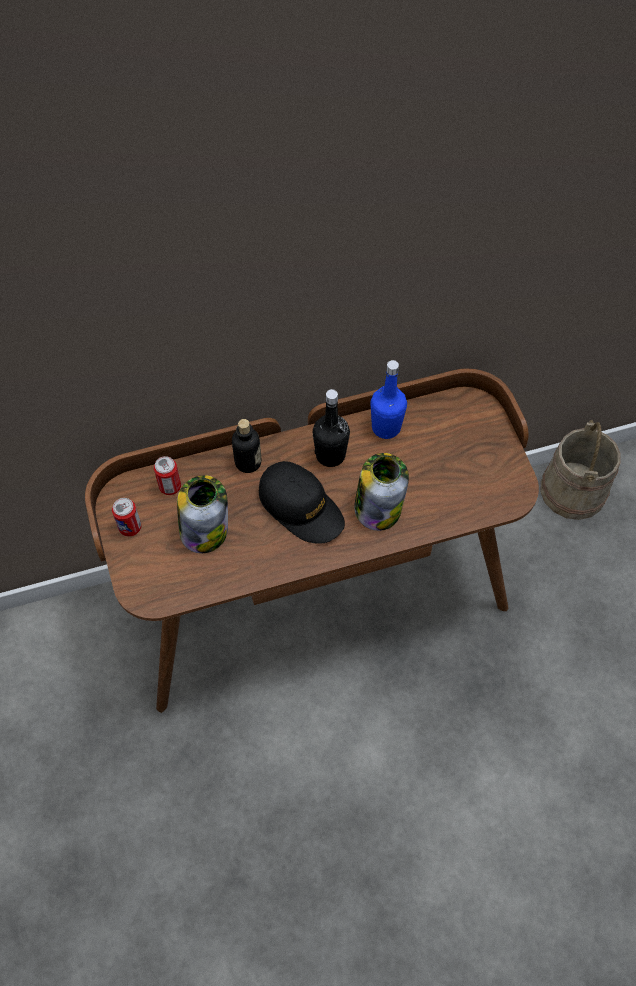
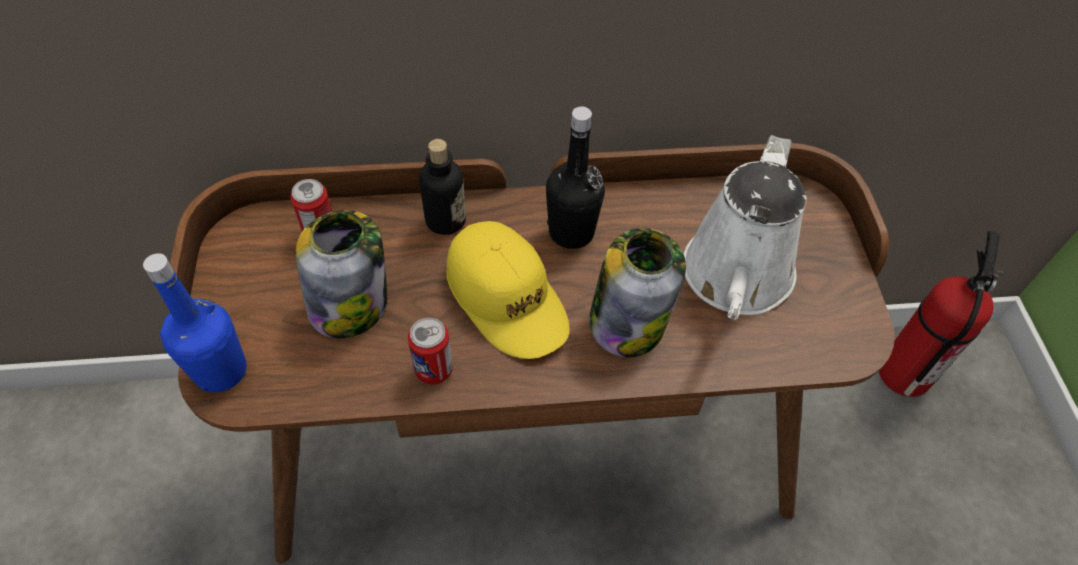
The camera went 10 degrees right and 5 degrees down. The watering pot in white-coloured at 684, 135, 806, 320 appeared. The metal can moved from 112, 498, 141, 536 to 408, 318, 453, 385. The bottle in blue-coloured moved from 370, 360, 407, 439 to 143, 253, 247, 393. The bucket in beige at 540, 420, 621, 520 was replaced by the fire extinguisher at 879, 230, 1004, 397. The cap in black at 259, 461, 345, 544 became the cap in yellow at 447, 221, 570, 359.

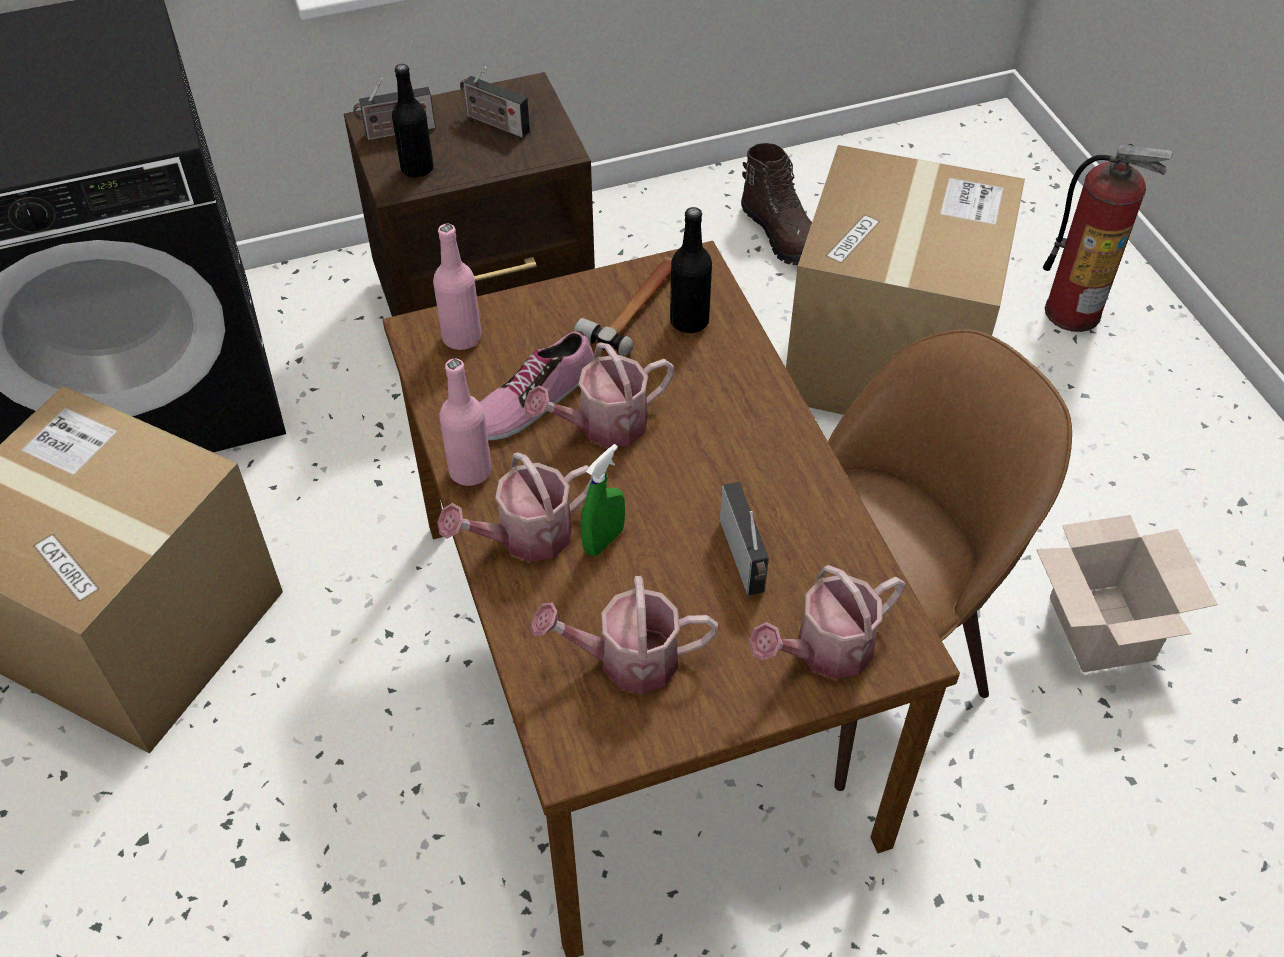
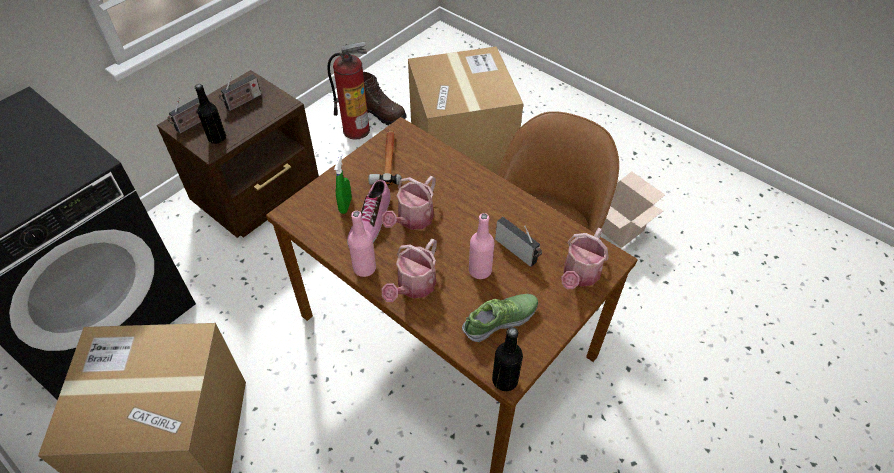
The camera went 30 degrees left and 0 degrees up. The bottle in pink-coloured moved from 433, 223, 482, 350 to 469, 213, 494, 279. The spray bottle in green moved from 581, 444, 625, 556 to 334, 154, 352, 214. The bottle in black moved from 670, 207, 712, 333 to 492, 327, 523, 391. The fire extinguisher moved from 1043, 144, 1173, 332 to 328, 42, 370, 140. The watering pot at 530, 576, 718, 694 was replaced by the shoe at 462, 294, 538, 342. The radio receiver at 460, 67, 530, 138 turned 45 degrees counterclockwise.

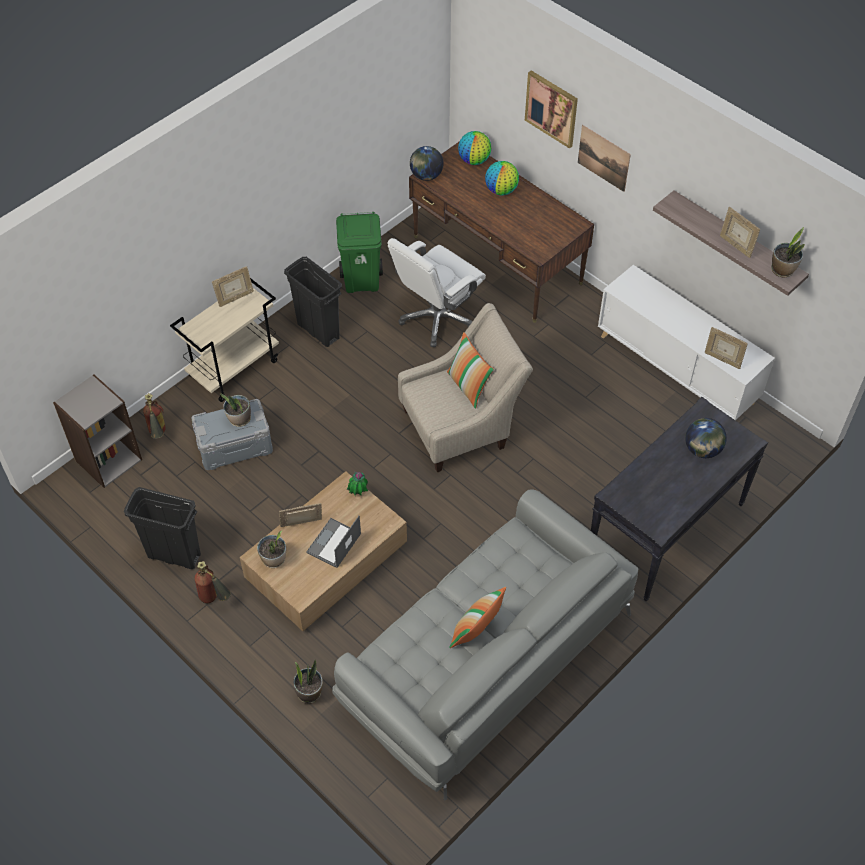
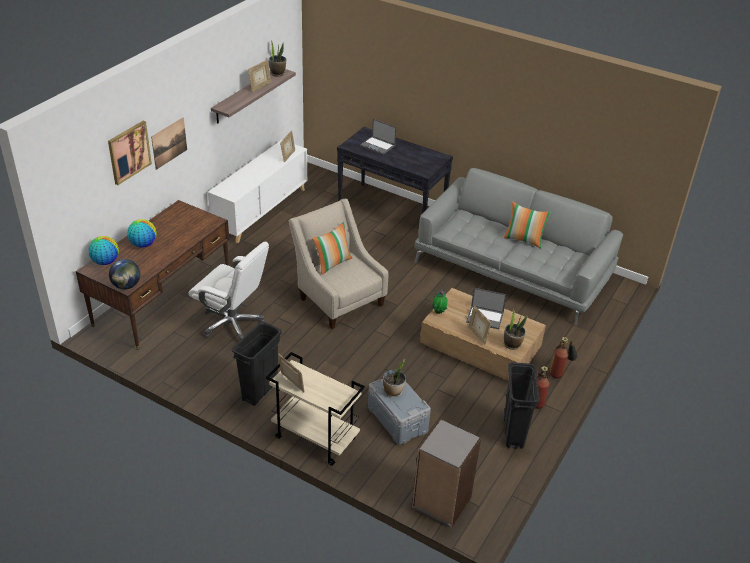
The camera went 105 degrees left and 15 degrees down. The potted plant at 294, 659, 323, 704 disappeared. The waste bin in green at 336, 212, 383, 293 disappeared. The fire extinguisher moved from 143, 393, 166, 439 to 550, 337, 578, 379. The globe at 685, 418, 727, 458 was replaced by the notebook computer at 360, 119, 397, 155.

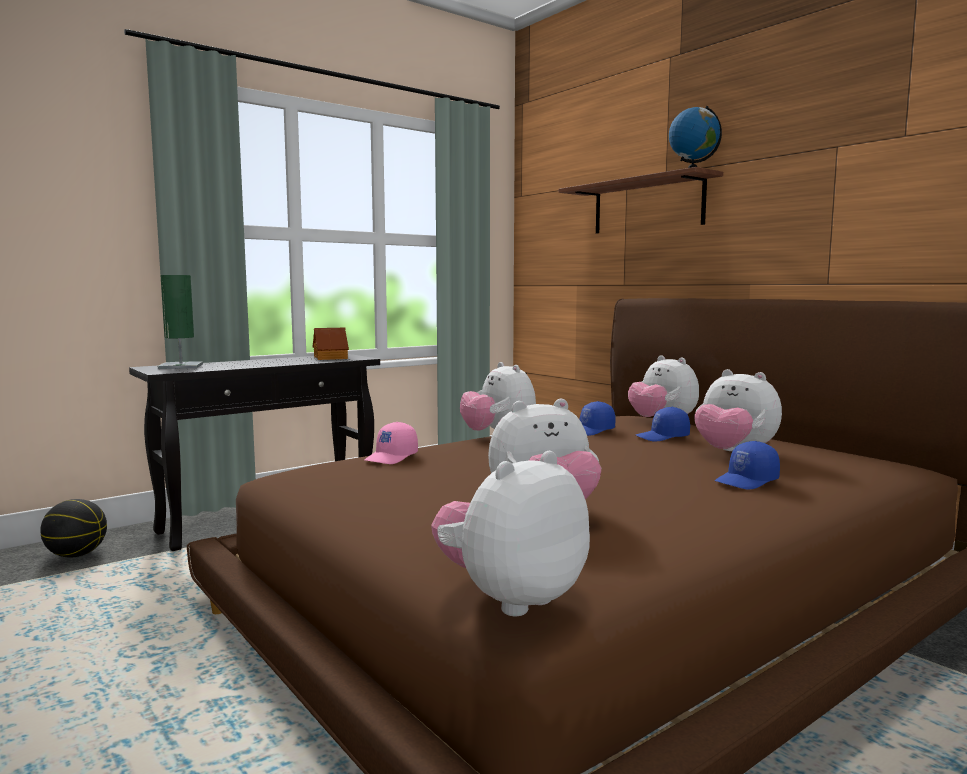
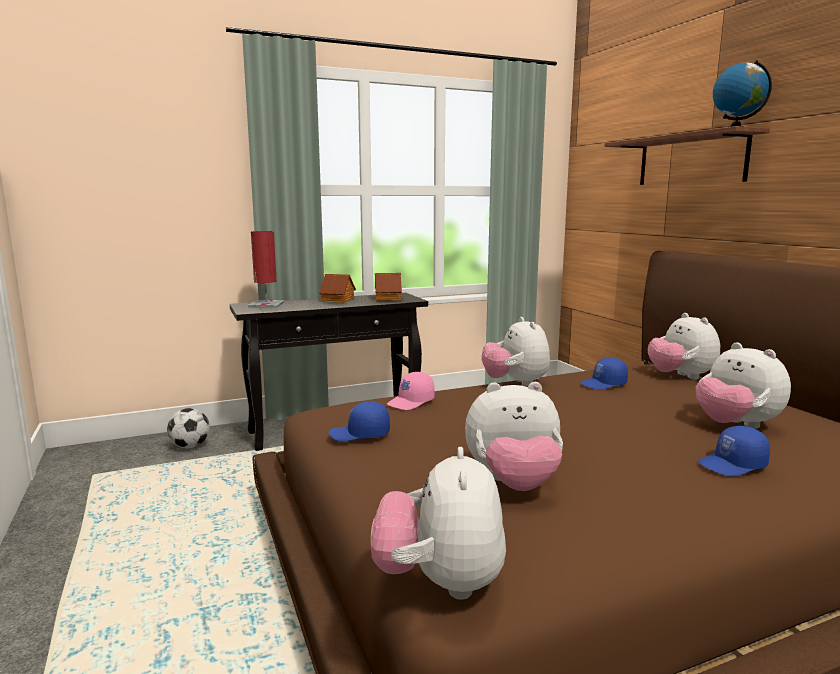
The camera went 15 degrees right and 5 degrees up. The miniature house at 319, 274, 356, 303 appeared. The cap in blue-coloured moved from 636, 407, 690, 441 to 329, 401, 390, 441. The basketball ball at 40, 499, 107, 558 was replaced by the ball for football at 167, 408, 210, 448. The table lamp in green at 158, 275, 203, 369 became the table lamp in red-coloured at 248, 231, 285, 308. The cuddly toy at 431, 451, 590, 616 turned 60 degrees counterclockwise.

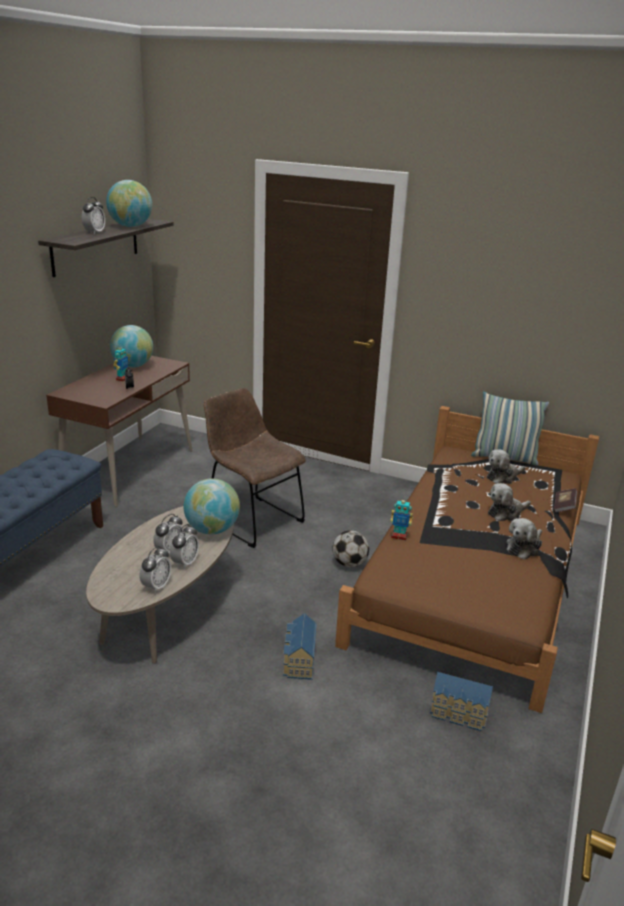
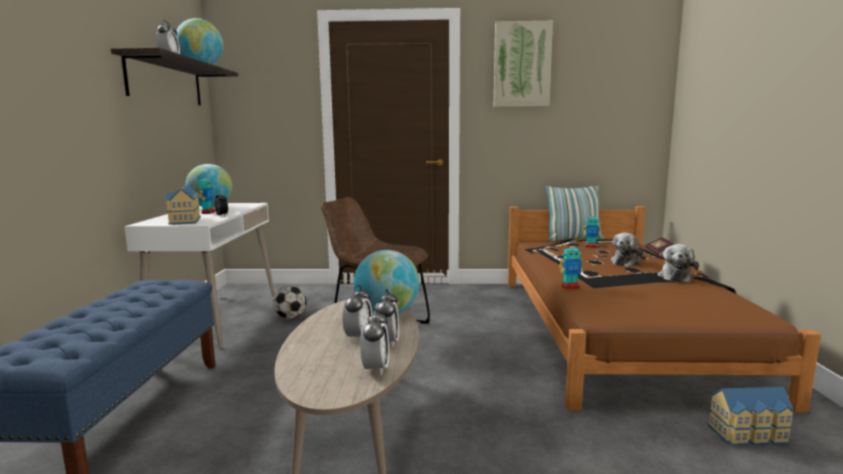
The camera went 20 degrees left and 15 degrees down. The picture at 494, 21, 553, 107 appeared. The miniature house moved from 283, 613, 317, 680 to 165, 184, 201, 225. The ball for football moved from 332, 530, 369, 567 to 273, 286, 307, 319. The cuddly toy at 487, 449, 525, 484 was replaced by the robot figure at 583, 212, 601, 248. The desk unit in brown-coloured at 46, 356, 192, 508 became the desk unit in white-coloured at 124, 203, 275, 348.

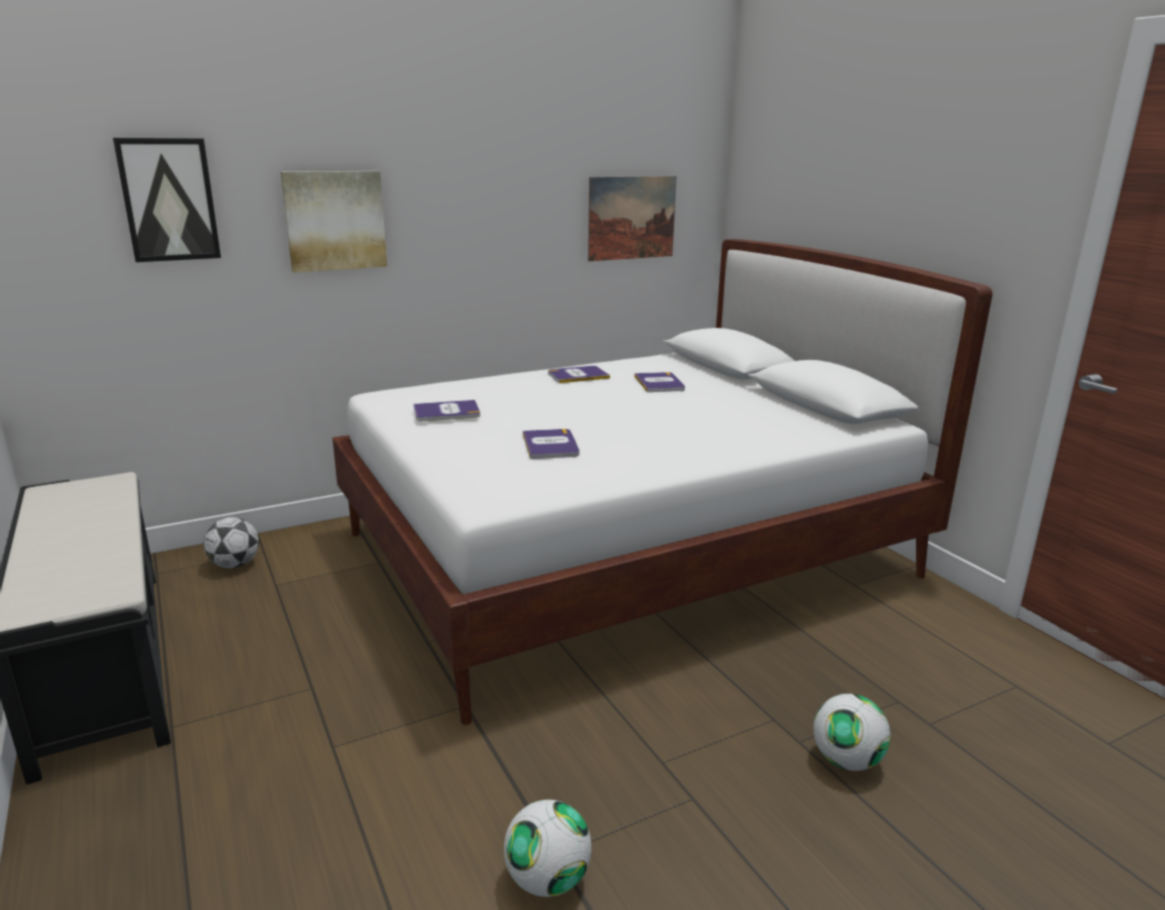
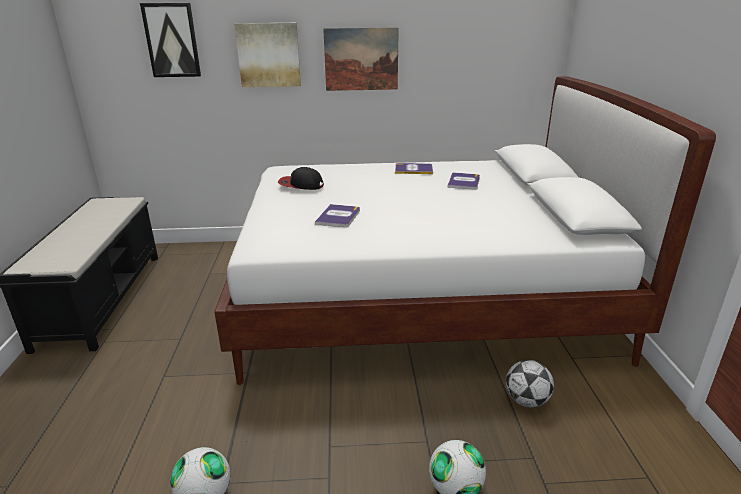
The camera went 25 degrees right and 5 degrees up. The ball for football moved from 203, 517, 259, 568 to 506, 360, 554, 407. The picture moved from 588, 176, 677, 261 to 323, 27, 399, 91. The bound book at 414, 400, 480, 421 was replaced by the cap at 278, 167, 324, 190.

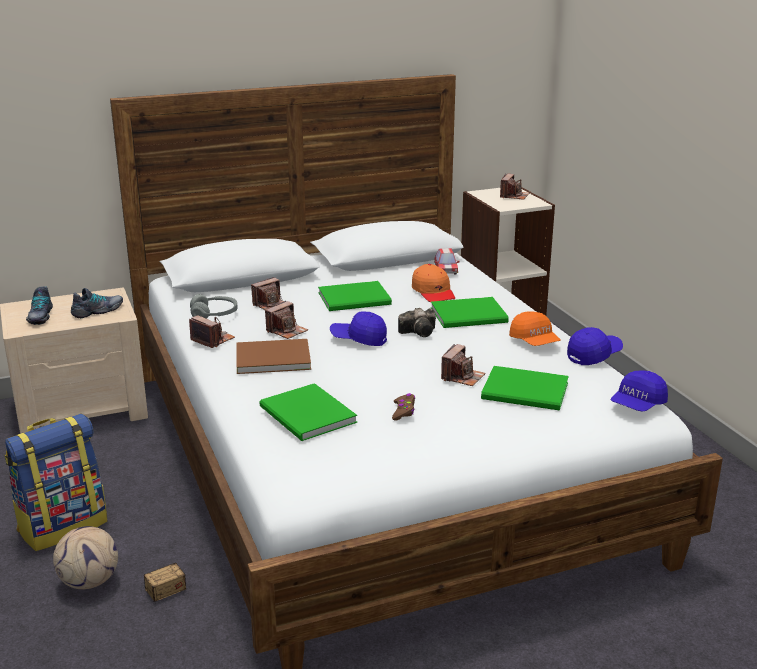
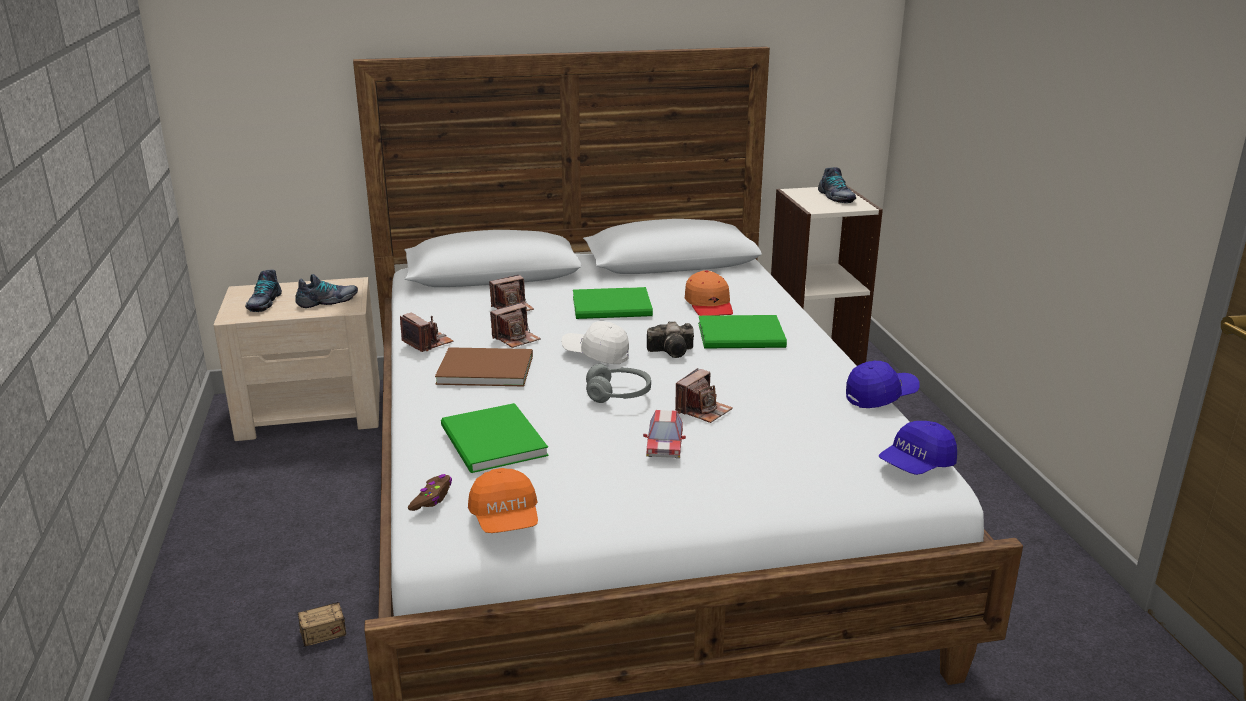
The camera went 10 degrees right and 0 degrees up. The backpack at 5, 414, 108, 551 disappeared. The ball for football at 53, 526, 118, 589 disappeared. The bound book in green at 481, 366, 569, 411 disappeared. The headset in greyish moved from 190, 294, 237, 319 to 586, 364, 651, 403. The gamepad in brown-coloured moved from 392, 393, 415, 420 to 408, 474, 452, 511. The miniature car moved from 434, 248, 460, 274 to 643, 410, 686, 458. The cap in orange-coloured moved from 509, 311, 561, 346 to 468, 468, 538, 533. The photo camera at 500, 174, 529, 200 was replaced by the shoe at 818, 167, 856, 203. The cap in blue-coloured at 330, 311, 387, 346 became the cap in white-coloured at 561, 321, 629, 364.

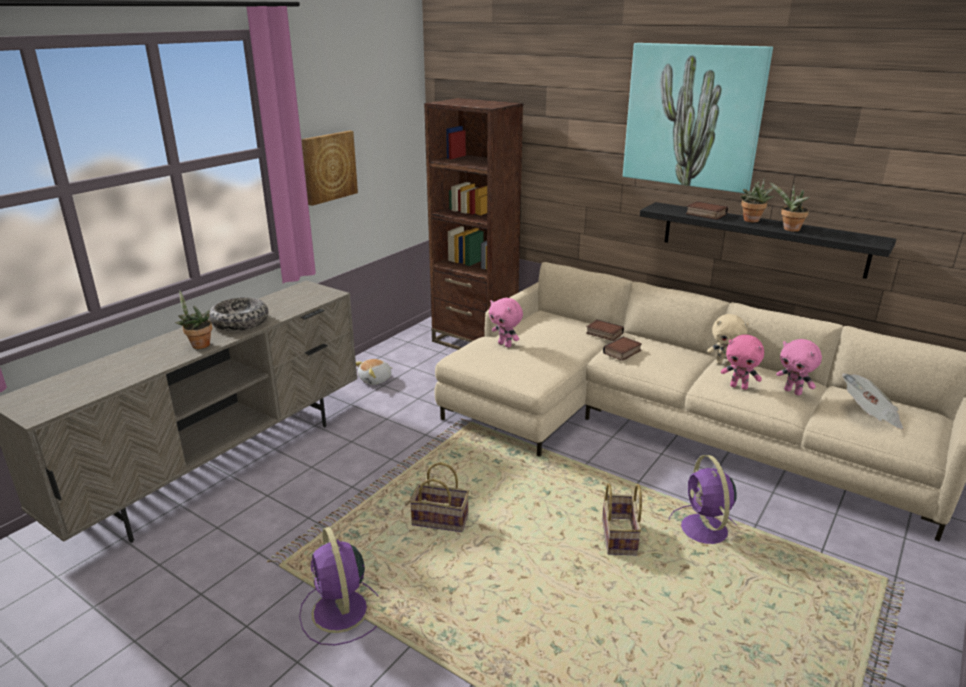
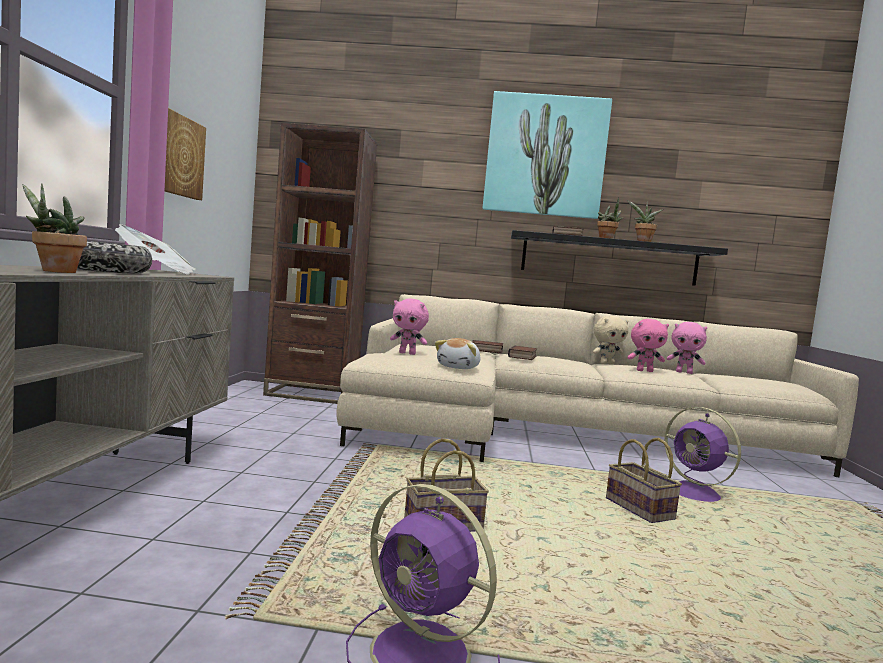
The camera went 30 degrees left and 20 degrees down. The cuddly toy moved from 356, 359, 392, 385 to 435, 338, 480, 369. The daily paper moved from 842, 373, 903, 429 to 115, 224, 196, 275.

